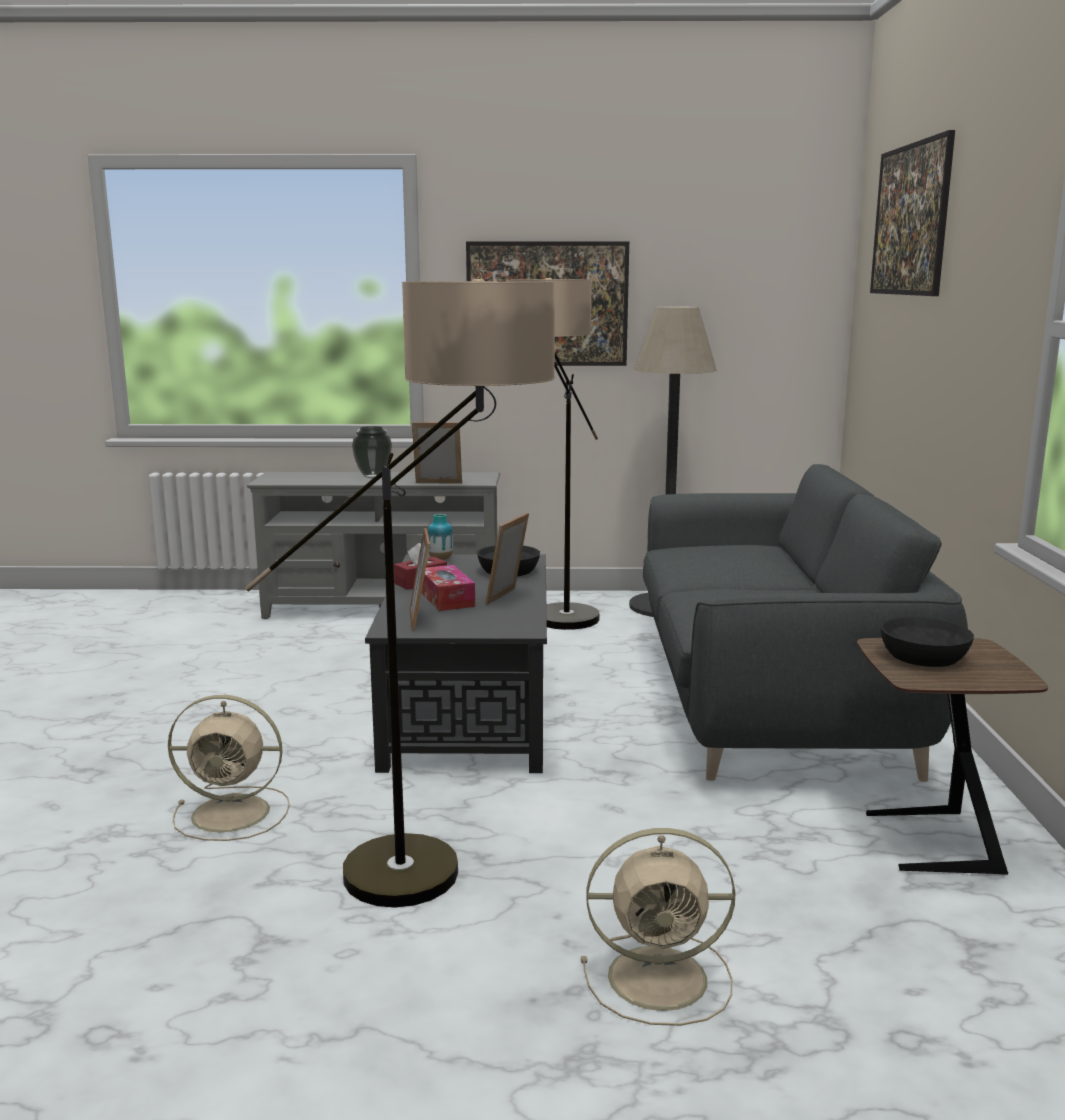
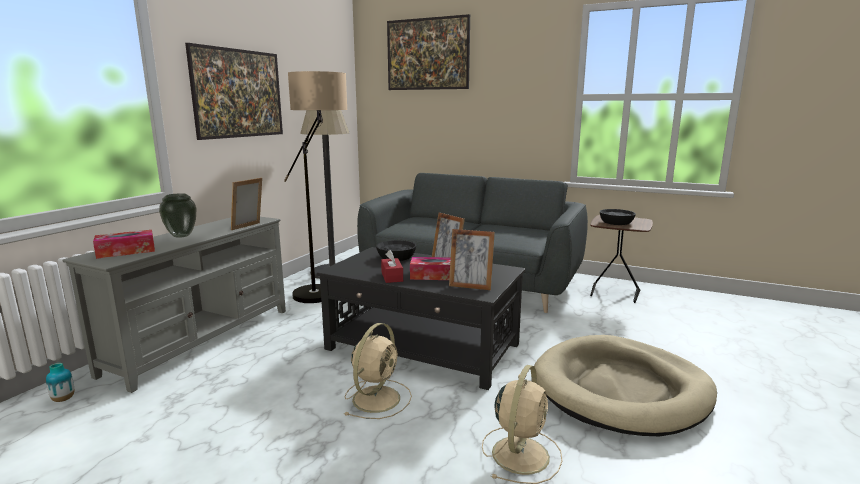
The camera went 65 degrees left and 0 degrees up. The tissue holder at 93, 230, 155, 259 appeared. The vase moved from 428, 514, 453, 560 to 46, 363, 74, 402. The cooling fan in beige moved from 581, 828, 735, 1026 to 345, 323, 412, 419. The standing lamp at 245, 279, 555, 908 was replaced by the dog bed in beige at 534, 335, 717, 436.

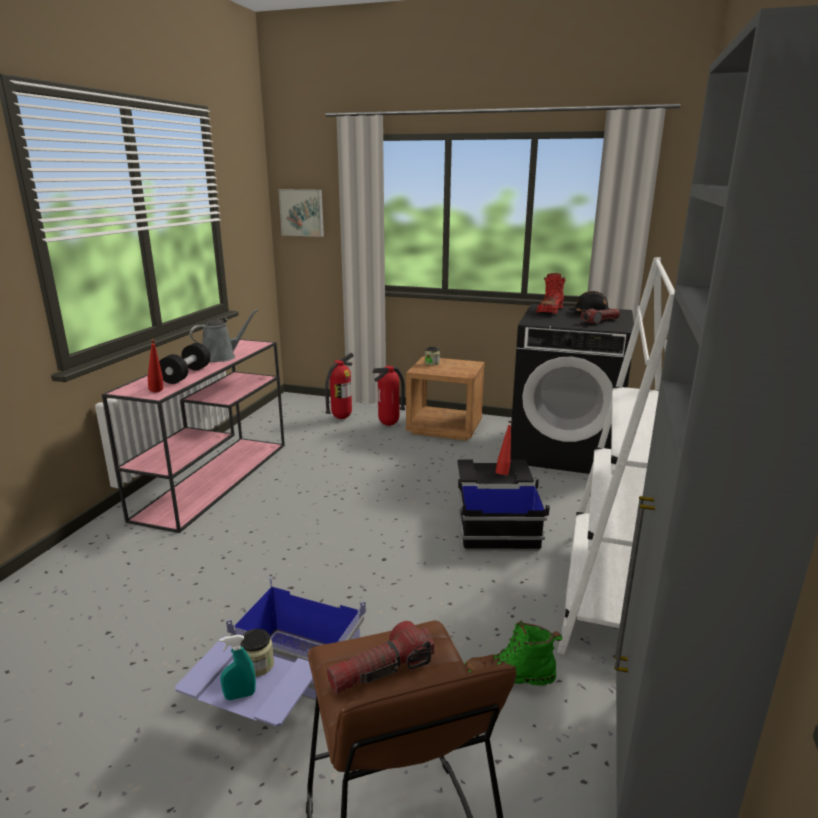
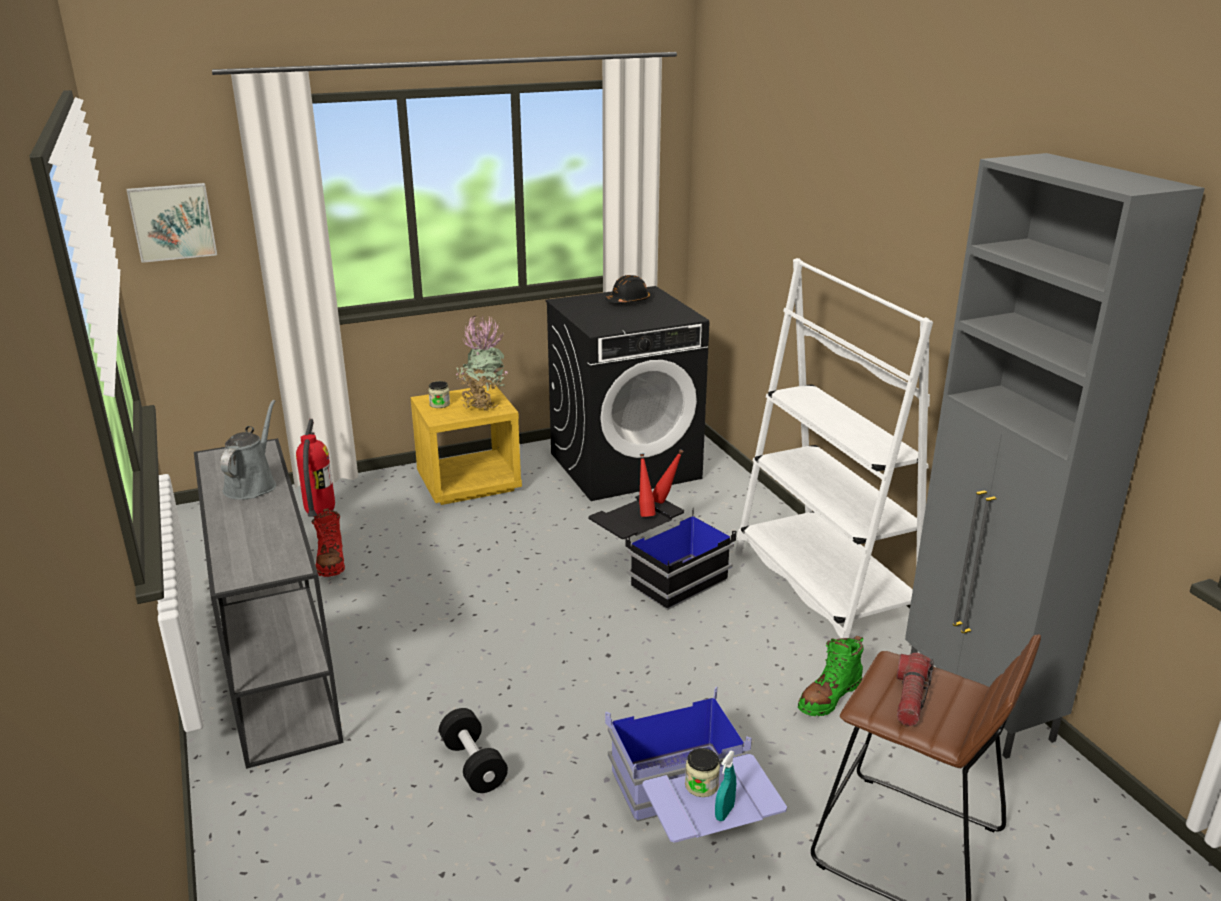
The camera went 40 degrees left and 5 degrees up. The fire extinguisher at 372, 366, 405, 426 disappeared. The torch at 581, 309, 620, 324 disappeared. The potted plant at 456, 315, 508, 411 appeared. The bottle in red-coloured moved from 148, 339, 163, 392 to 652, 449, 684, 503. The free weight in black moved from 159, 343, 211, 384 to 439, 708, 508, 793. The tall boot in red-coloured moved from 536, 273, 565, 314 to 311, 508, 345, 577. The console table in pink-coloured at 102, 338, 285, 533 became the console table in greyish at 194, 438, 344, 769. The nightstand in brown-coloured at 406, 357, 485, 441 became the nightstand in yellow at 411, 384, 522, 505.

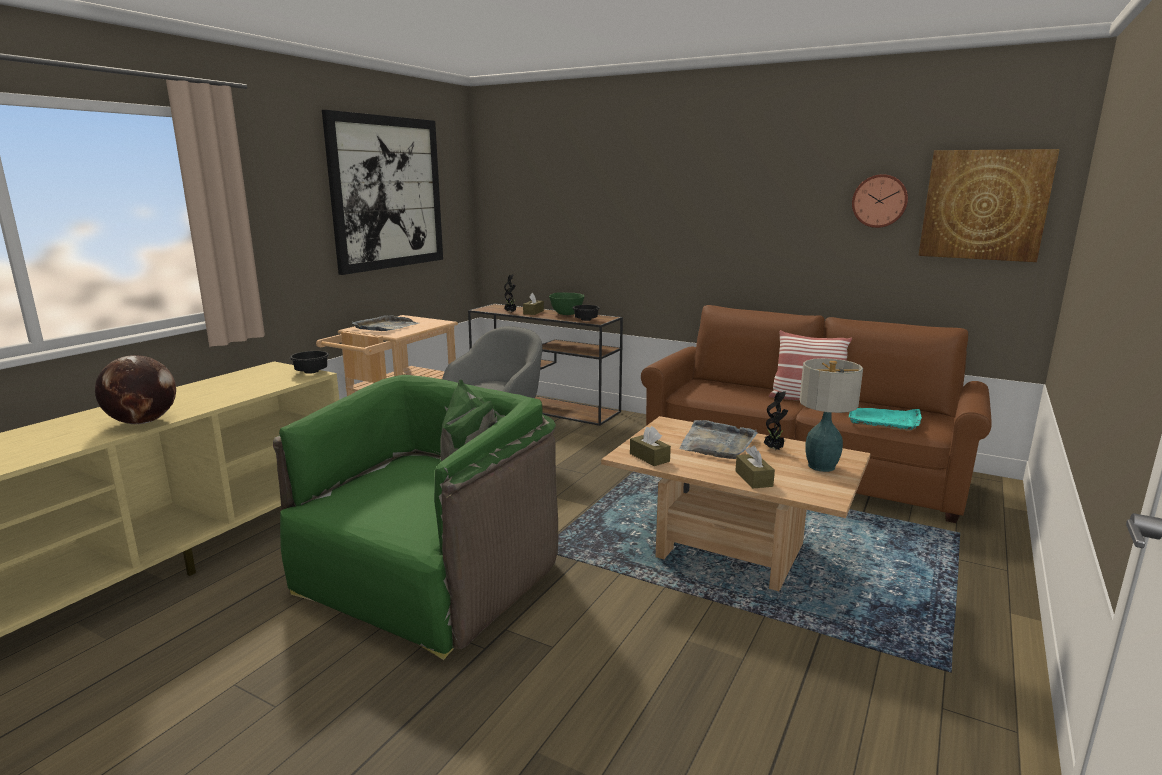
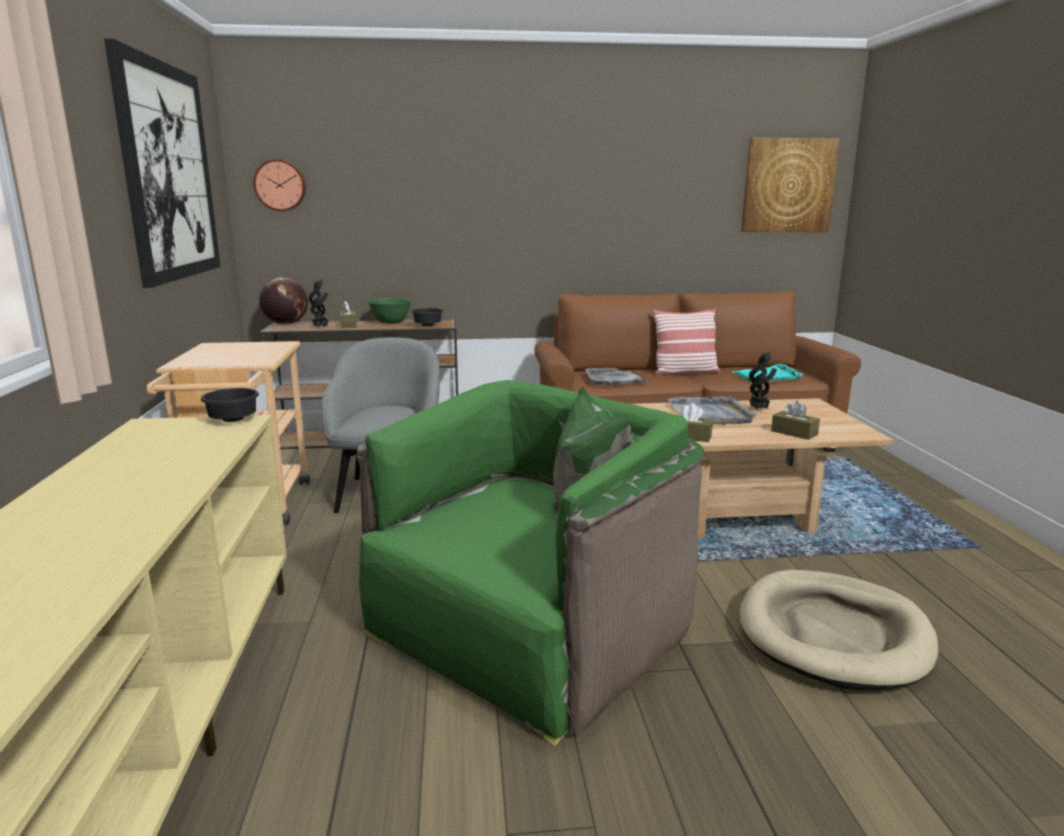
The camera went 35 degrees left and 0 degrees up. The table lamp at 800, 358, 863, 472 disappeared. The dog bed in beige at 739, 570, 938, 690 appeared. The globe moved from 95, 355, 176, 424 to 259, 277, 308, 325. The serving tray in greyish moved from 352, 315, 418, 331 to 585, 368, 647, 385. The wall clock moved from 852, 174, 908, 228 to 253, 159, 306, 211. The lounge chair in green at 273, 375, 558, 660 turned 45 degrees clockwise.

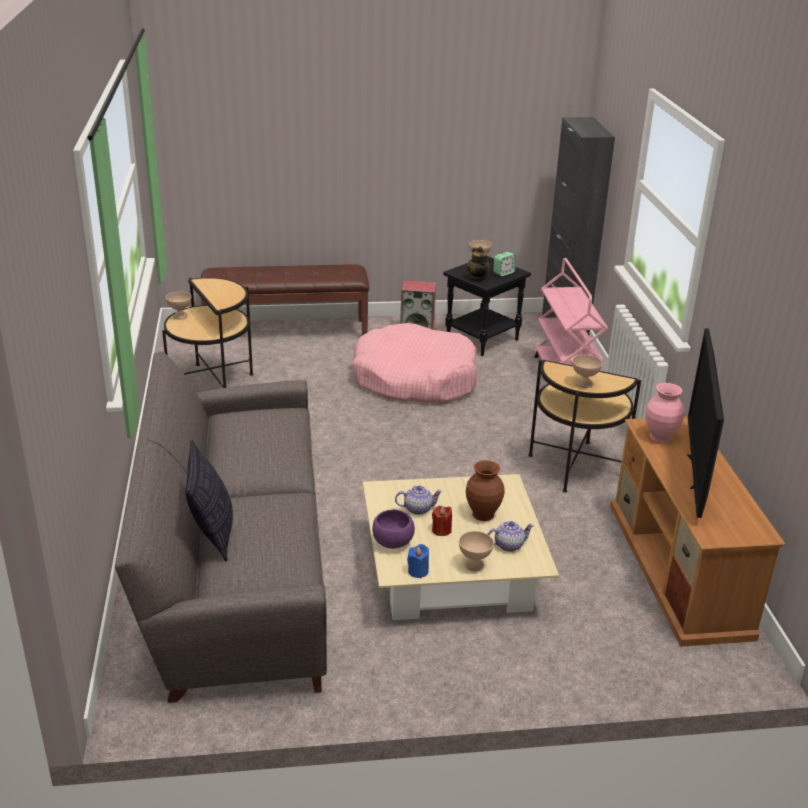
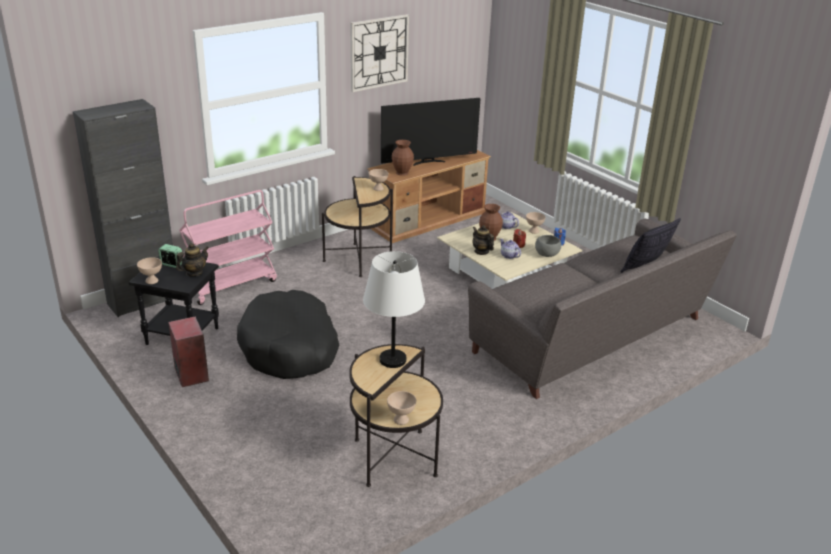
The camera went 120 degrees left and 0 degrees up. The indoor bench in brown-coloured at 201, 264, 369, 336 disappeared. The wall clock at 350, 14, 409, 92 appeared. The table lamp in white-coloured at 363, 251, 425, 368 appeared. The tea pot at 472, 225, 494, 255 appeared. The dog bed in pink-coloured at 352, 323, 477, 404 became the dog bed in black at 237, 290, 339, 379. The serving bowl in purplish at 372, 509, 415, 549 became the serving bowl in greyish at 535, 235, 561, 257. The vase in pink-coloured at 646, 383, 685, 443 became the vase in brown-coloured at 392, 140, 414, 176.

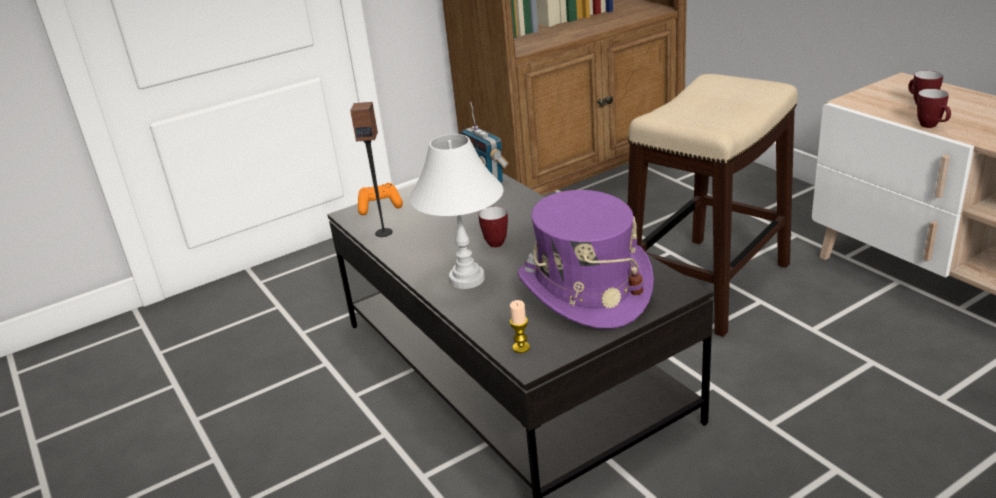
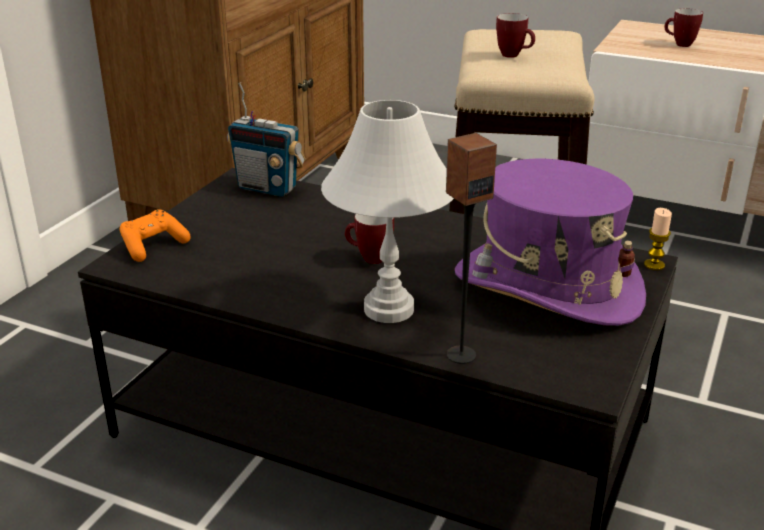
The camera went 35 degrees left and 0 degrees up. The audio speaker moved from 350, 102, 393, 237 to 446, 133, 497, 364. The wax light moved from 510, 300, 530, 353 to 644, 208, 672, 270. The coffee mug moved from 917, 89, 951, 128 to 496, 13, 535, 58.

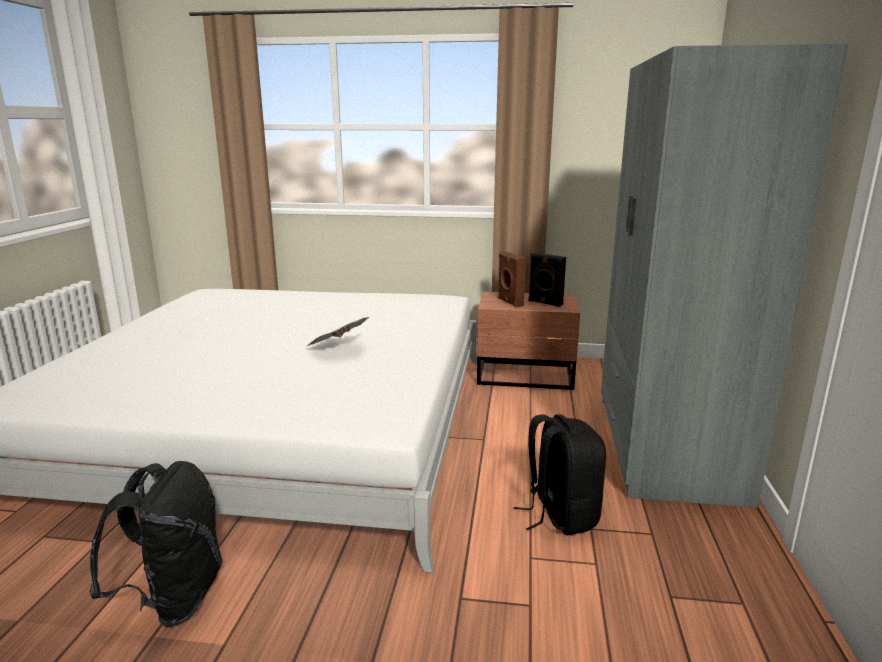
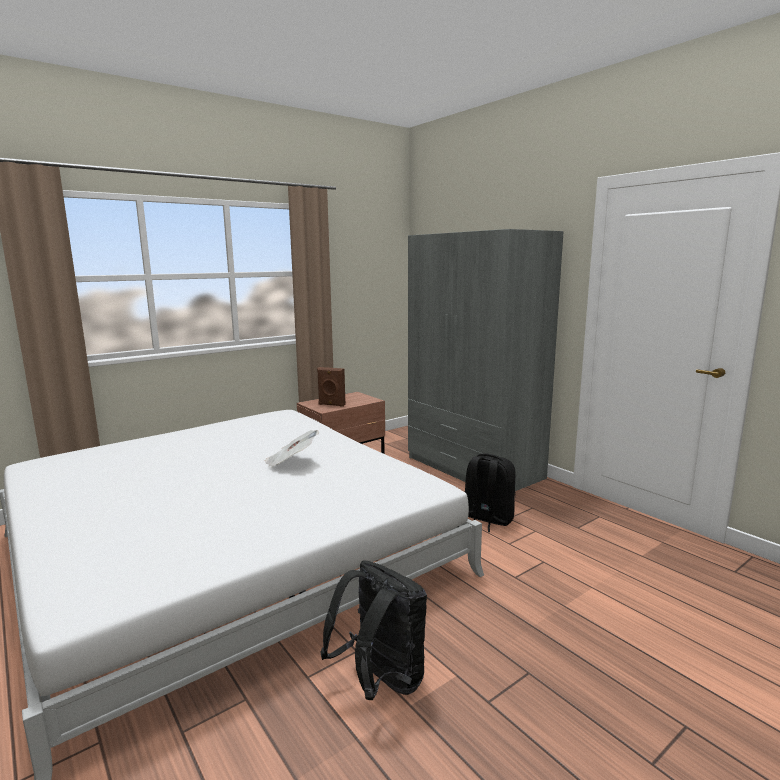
The camera went 45 degrees left and 5 degrees down. The audio speaker in black at 528, 253, 566, 307 disappeared.

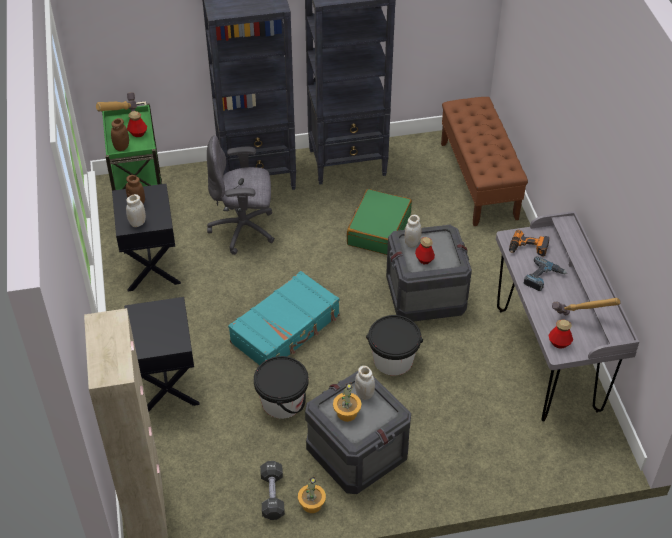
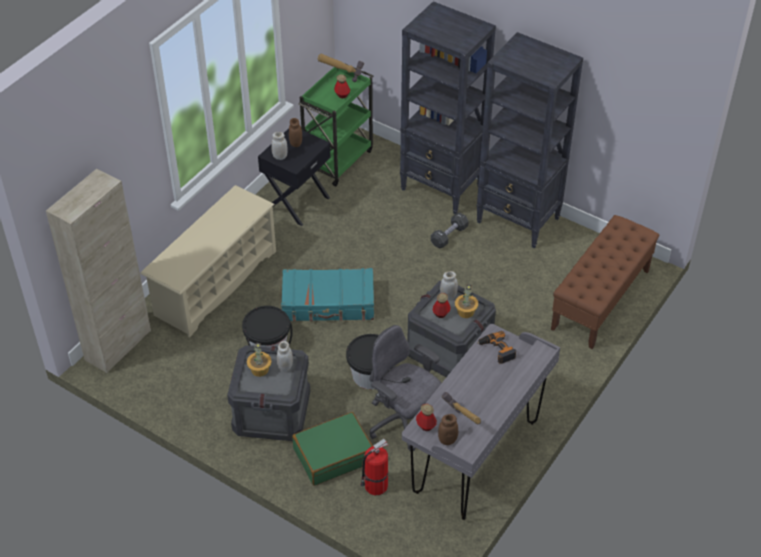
The camera went 45 degrees right and 0 degrees up. The electric drill at 524, 256, 567, 291 disappeared. The fire extinguisher at 360, 439, 388, 495 appeared. The jar in brown-coloured moved from 111, 118, 129, 151 to 438, 414, 458, 445. The desk chair in greyish moved from 207, 135, 275, 255 to 370, 325, 441, 451. The free weight in black moved from 260, 461, 285, 520 to 431, 212, 469, 249. The potted plant moved from 298, 476, 326, 513 to 455, 284, 478, 318. The travel case in green moved from 347, 189, 412, 255 to 292, 412, 373, 486. The nightstand in black at 124, 297, 200, 411 was replaced by the shoe shelf in beige at 140, 185, 276, 338.

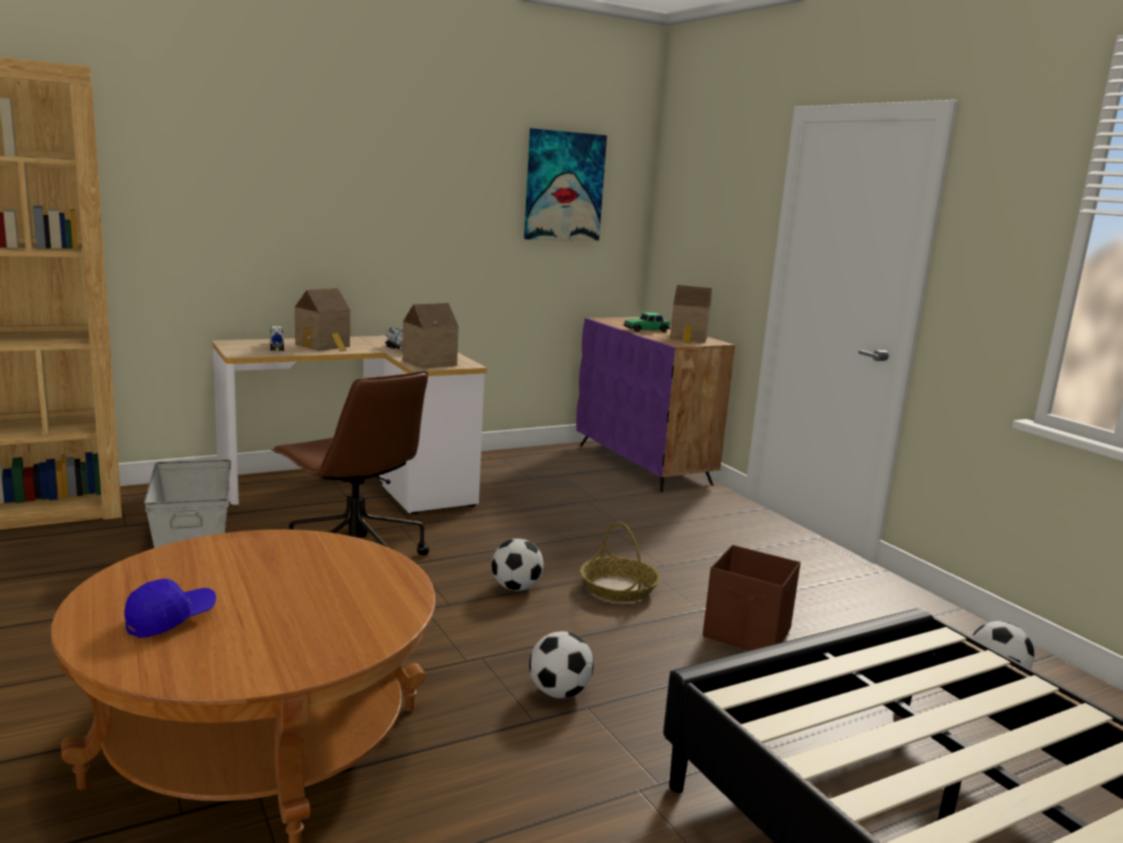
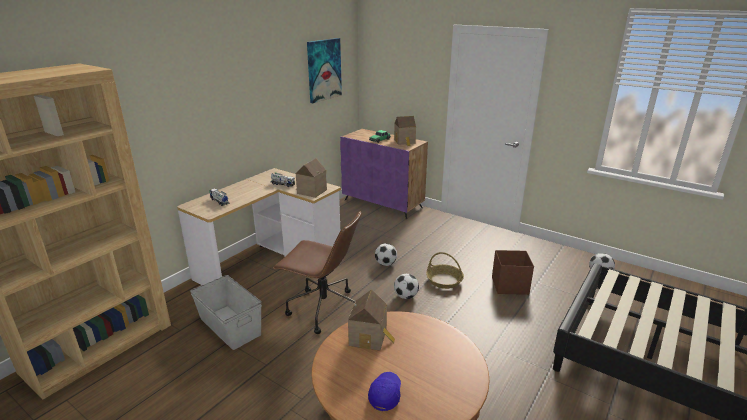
The camera went 25 degrees left and 10 degrees up. The miniature house moved from 295, 288, 350, 352 to 348, 289, 395, 351. The ball for football moved from 529, 631, 594, 698 to 375, 243, 397, 266.

